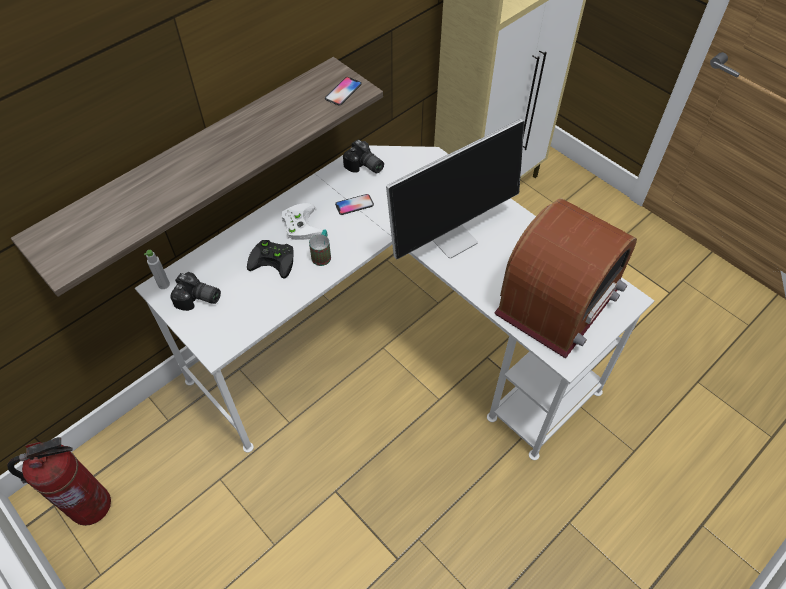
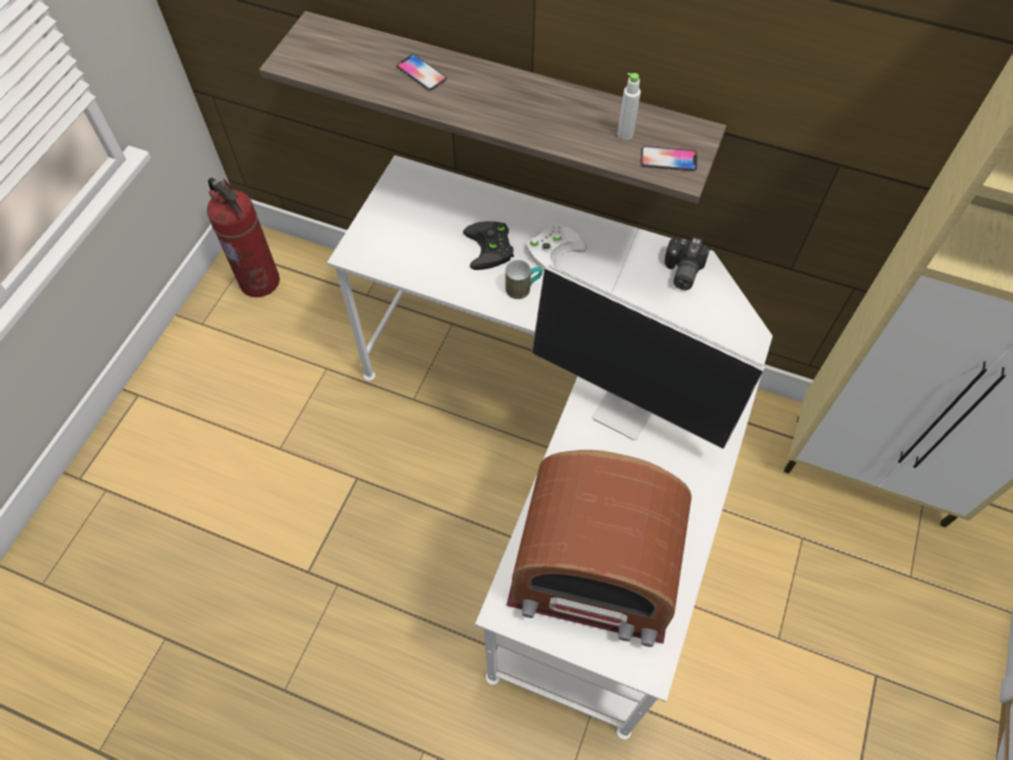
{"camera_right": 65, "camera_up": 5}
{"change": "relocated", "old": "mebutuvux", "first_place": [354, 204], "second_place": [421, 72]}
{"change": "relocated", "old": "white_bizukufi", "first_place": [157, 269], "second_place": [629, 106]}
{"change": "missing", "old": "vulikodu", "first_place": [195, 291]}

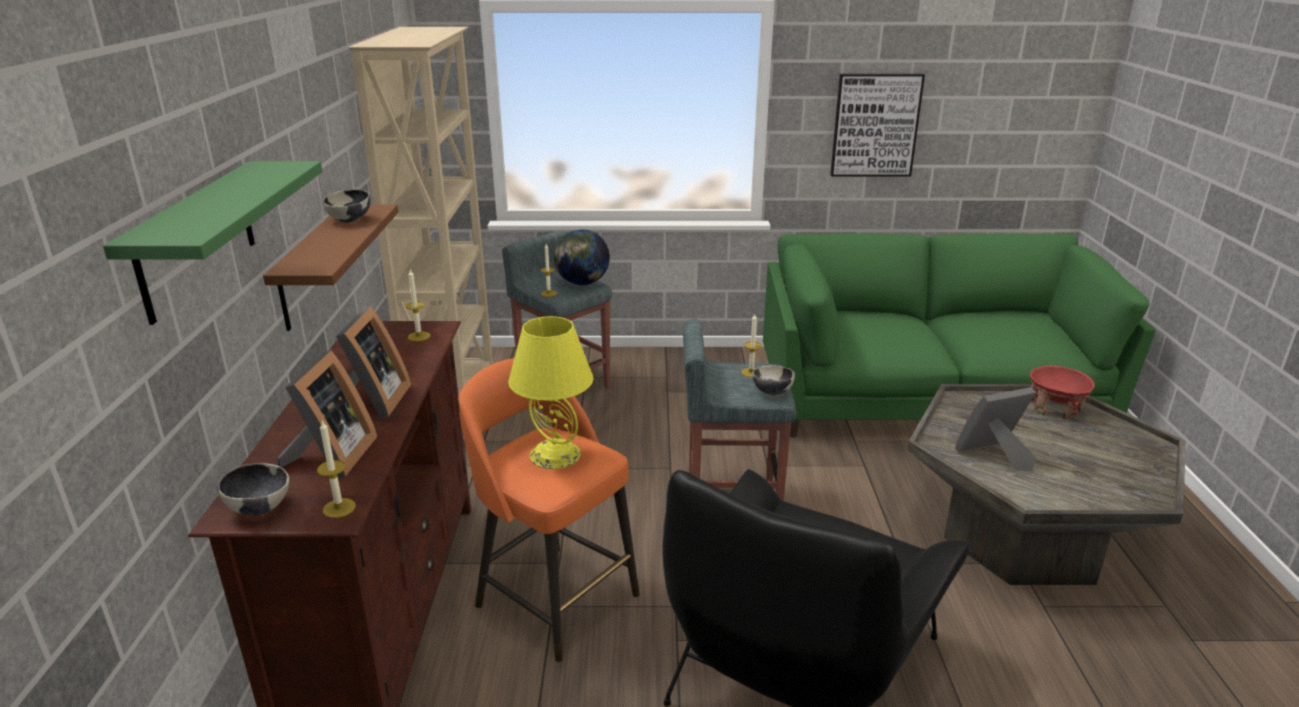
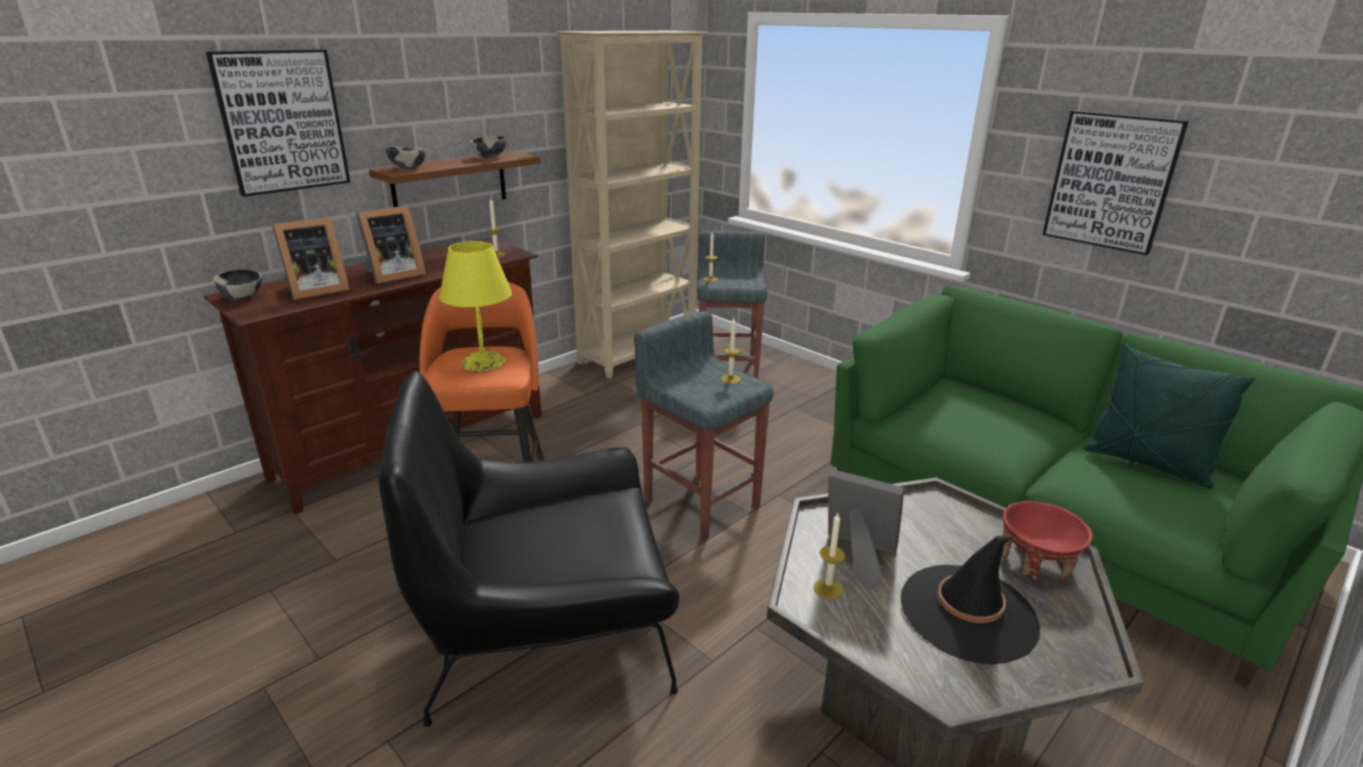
{"camera_right": 45, "camera_up": 0}
{"change": "exchanged", "old": "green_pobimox", "new": "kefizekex", "first_place": [212, 243], "second_place": [278, 123]}
{"change": "missing", "old": "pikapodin", "first_place": [582, 257]}
{"change": "relocated", "old": "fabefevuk", "first_place": [773, 380], "second_place": [406, 158]}
{"change": "relocated", "old": "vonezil", "first_place": [336, 469], "second_place": [829, 556]}
{"change": "appeared", "new": "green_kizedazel", "second_place": [1169, 416]}
{"change": "appeared", "new": "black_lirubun", "second_place": [970, 600]}

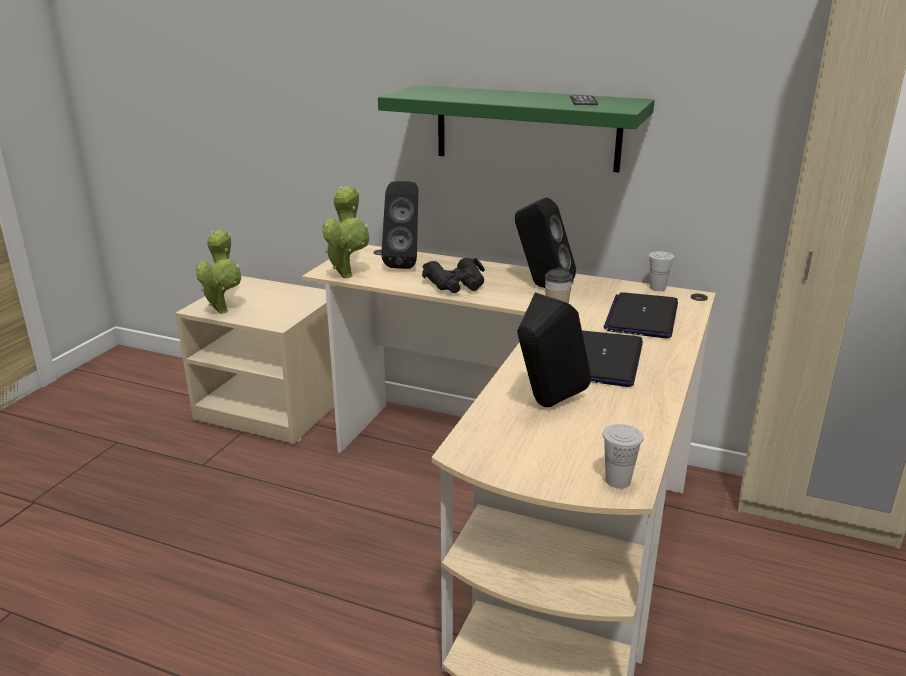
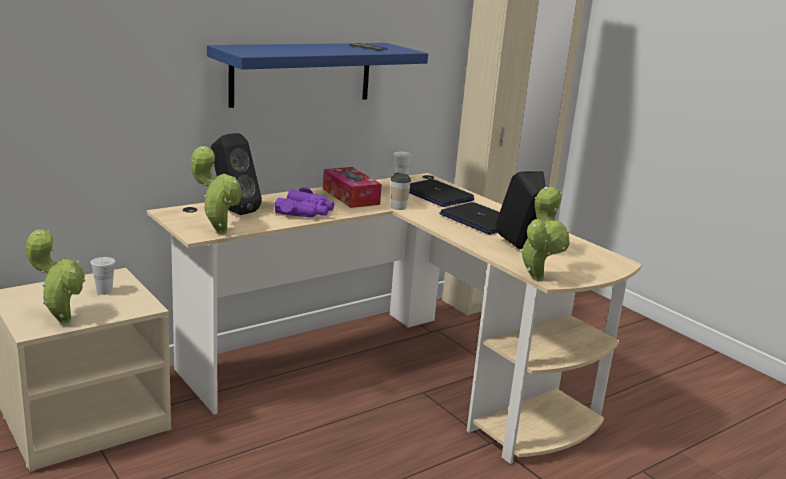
{"camera_right": -60, "camera_up": -5}
{"change": "colour", "old": "green_pobimox", "new": "blue_pobimox", "first_place": [516, 129], "second_place": [317, 75]}
{"change": "exchanged", "old": "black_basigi", "new": "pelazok", "first_place": [545, 242], "second_place": [352, 187]}
{"change": "colour", "old": "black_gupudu", "new": "purple_gupudu", "first_place": [453, 275], "second_place": [304, 202]}
{"change": "relocated", "old": "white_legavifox", "first_place": [623, 456], "second_place": [103, 276]}
{"change": "appeared", "new": "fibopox", "second_place": [545, 233]}

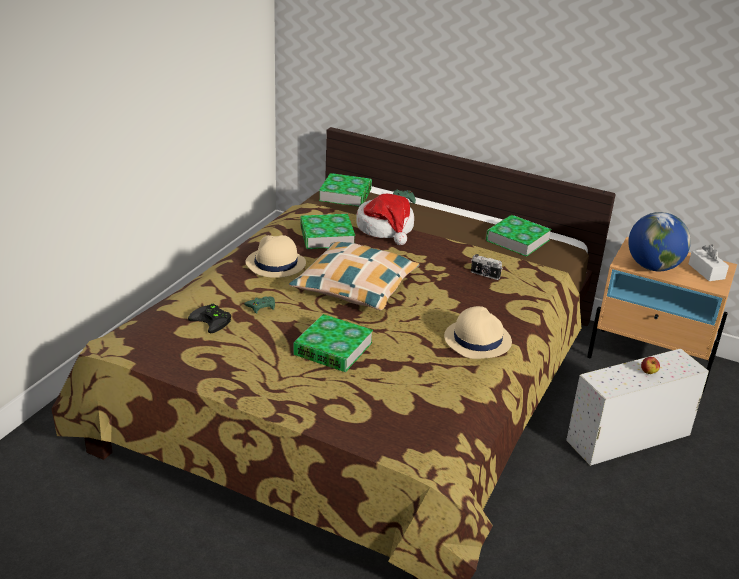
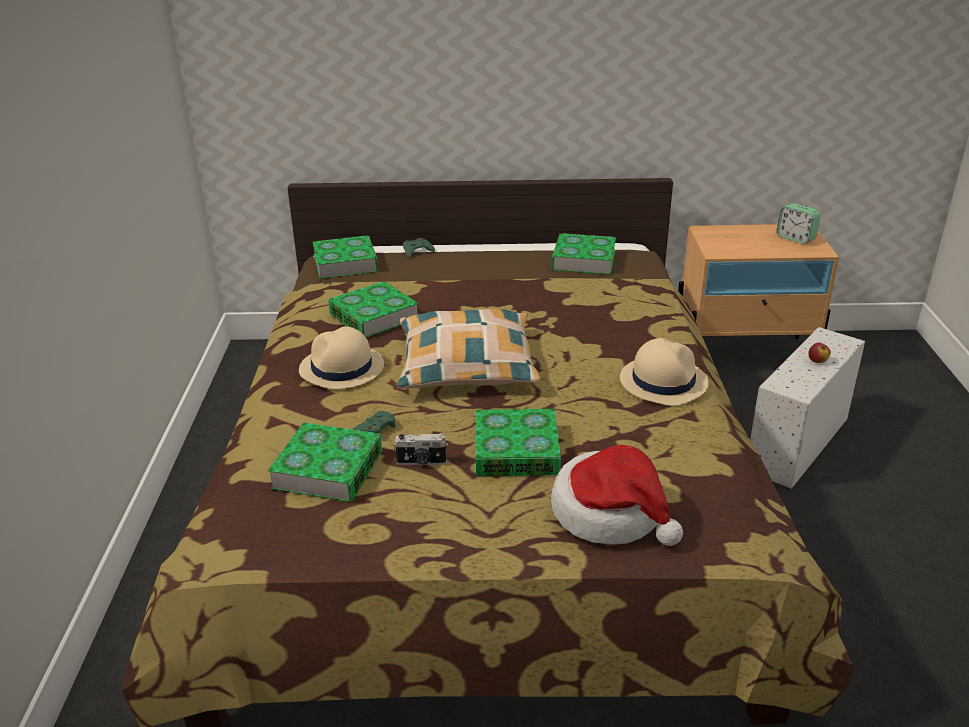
{"camera_right": -25, "camera_up": 0}
{"change": "relocated", "old": "lirubun", "first_place": [385, 219], "second_place": [617, 495]}
{"change": "missing", "old": "pikapodin", "first_place": [659, 241]}
{"change": "exchanged", "old": "white_pelazok", "new": "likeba", "first_place": [708, 262], "second_place": [799, 223]}
{"change": "relocated", "old": "vulikodu", "first_place": [486, 267], "second_place": [421, 449]}
{"change": "exchanged", "old": "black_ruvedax", "new": "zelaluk", "first_place": [209, 318], "second_place": [325, 462]}

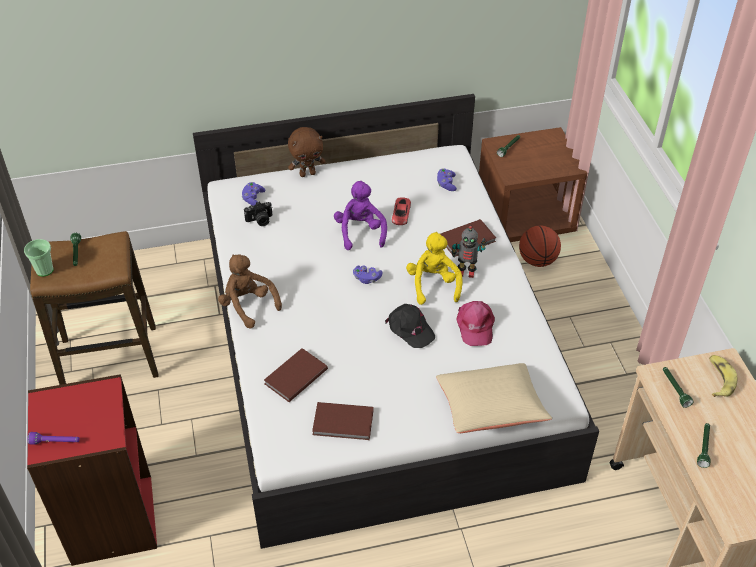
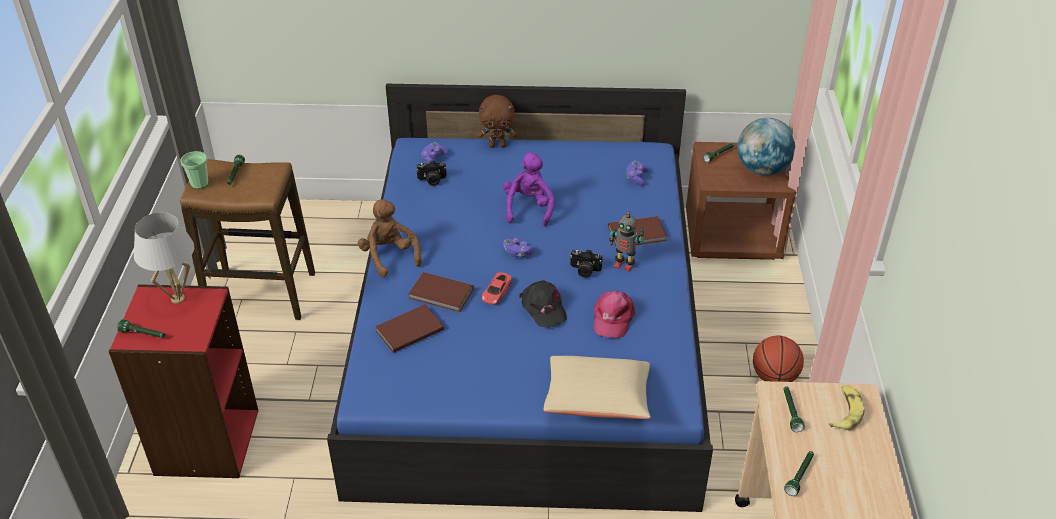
{"camera_right": 15, "camera_up": -5}
{"change": "colour", "old": "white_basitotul", "new": "blue_basitotul", "first_place": [396, 321], "second_place": [520, 298]}
{"change": "relocated", "old": "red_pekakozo", "first_place": [401, 211], "second_place": [497, 288]}
{"change": "relocated", "old": "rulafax", "first_place": [540, 246], "second_place": [778, 359]}
{"change": "exchanged", "old": "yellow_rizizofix", "new": "vulikodu", "first_place": [434, 268], "second_place": [586, 263]}
{"change": "relocated", "old": "brown_zelaluk", "first_place": [343, 421], "second_place": [441, 292]}
{"change": "colour", "old": "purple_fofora", "new": "green_fofora", "first_place": [54, 438], "second_place": [141, 328]}
{"change": "appeared", "new": "pikapodin", "second_place": [766, 147]}
{"change": "appeared", "new": "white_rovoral", "second_place": [164, 258]}

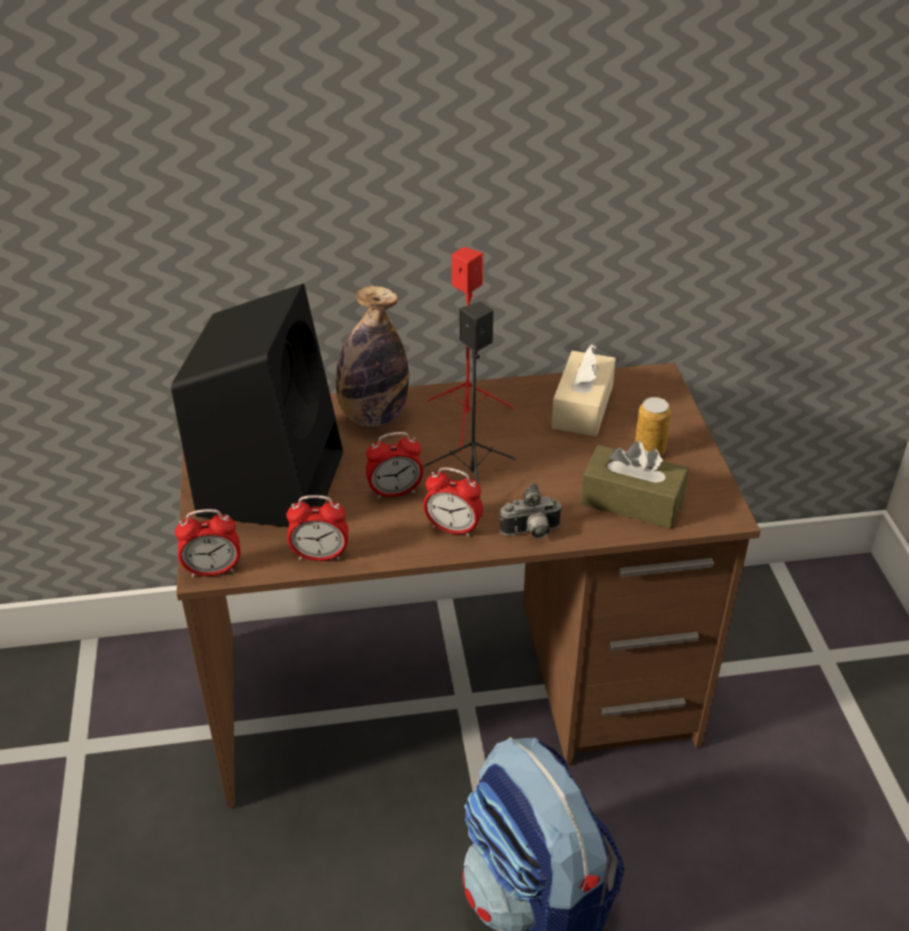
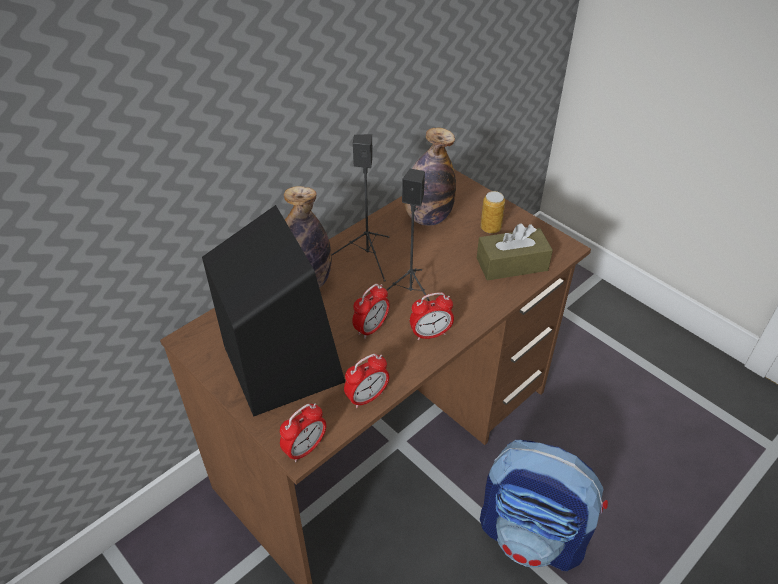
{"camera_right": -35, "camera_up": 5}
{"change": "colour", "old": "red_basigi", "new": "black_basigi", "first_place": [471, 350], "second_place": [360, 208]}
{"change": "exchanged", "old": "beige_pelazok", "new": "bizukufi", "first_place": [583, 389], "second_place": [430, 177]}
{"change": "missing", "old": "vulikodu", "first_place": [531, 510]}

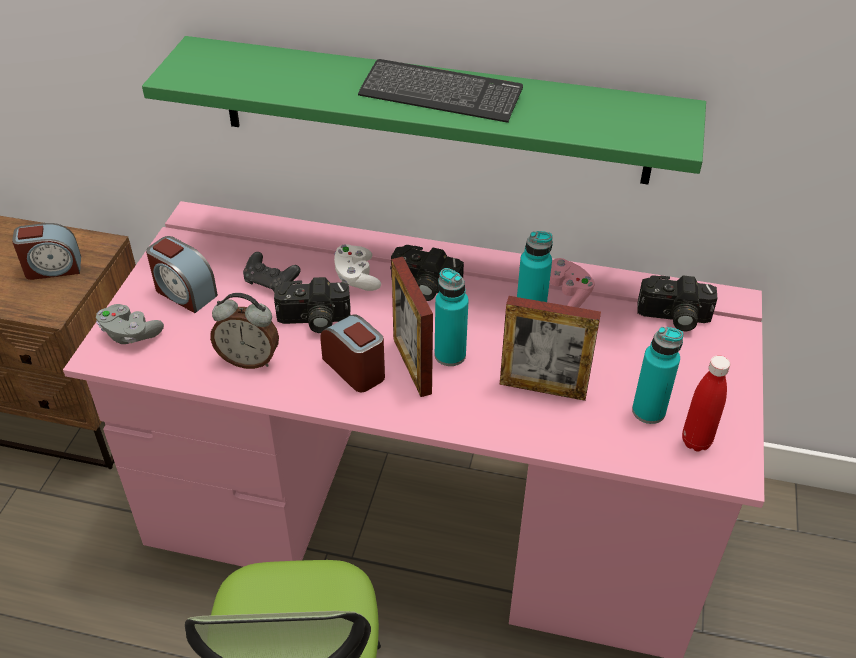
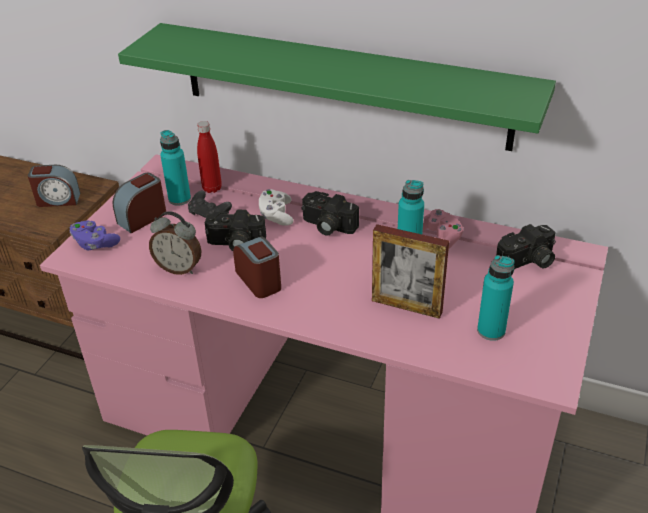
{"camera_right": 10, "camera_up": -5}
{"change": "missing", "old": "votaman", "first_place": [440, 91]}
{"change": "spun", "old": "likeba", "first_place": [182, 274], "second_place": [139, 203], "degrees": 90}
{"change": "missing", "old": "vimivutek", "first_place": [412, 327]}
{"change": "relocated", "old": "turquoise_bizukufi", "first_place": [452, 317], "second_place": [175, 168]}
{"change": "spun", "old": "vulikodu", "first_place": [677, 303], "second_place": [526, 246], "degrees": -45}
{"change": "colour", "old": "grey_ruvedax", "new": "purple_ruvedax", "first_place": [130, 324], "second_place": [95, 235]}
{"change": "relocated", "old": "red_bizukufi", "first_place": [706, 403], "second_place": [209, 157]}

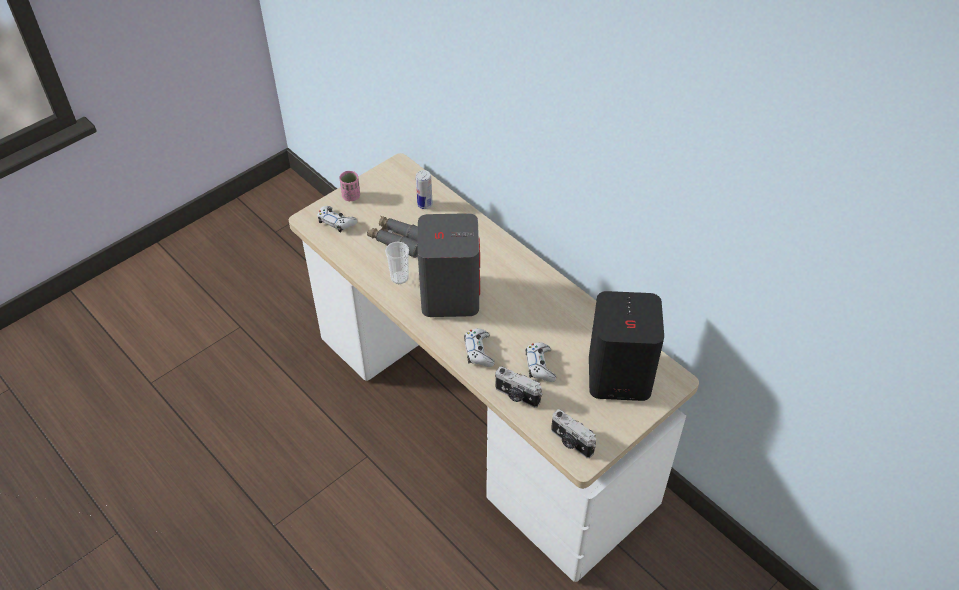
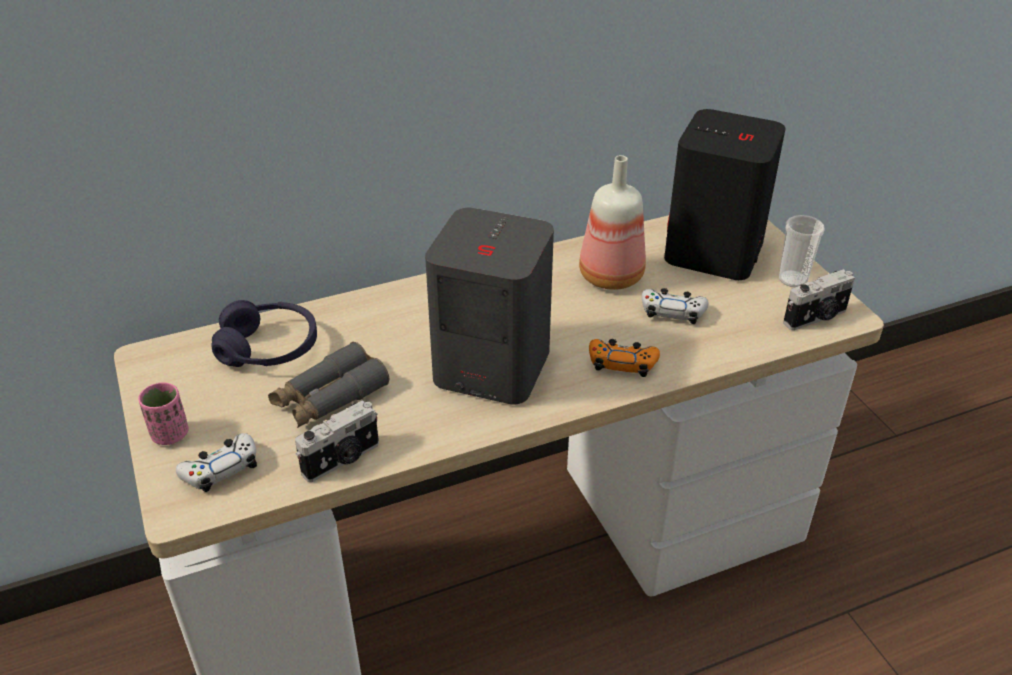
{"camera_right": -70, "camera_up": -10}
{"change": "exchanged", "old": "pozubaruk", "new": "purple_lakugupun", "first_place": [424, 189], "second_place": [264, 333]}
{"change": "relocated", "old": "legavifox", "first_place": [397, 263], "second_place": [802, 251]}
{"change": "colour", "old": "white_ruvedax", "new": "orange_ruvedax", "first_place": [479, 348], "second_place": [624, 358]}
{"change": "relocated", "old": "vulikodu", "first_place": [518, 387], "second_place": [337, 441]}
{"change": "appeared", "new": "bizukufi", "second_place": [612, 222]}

